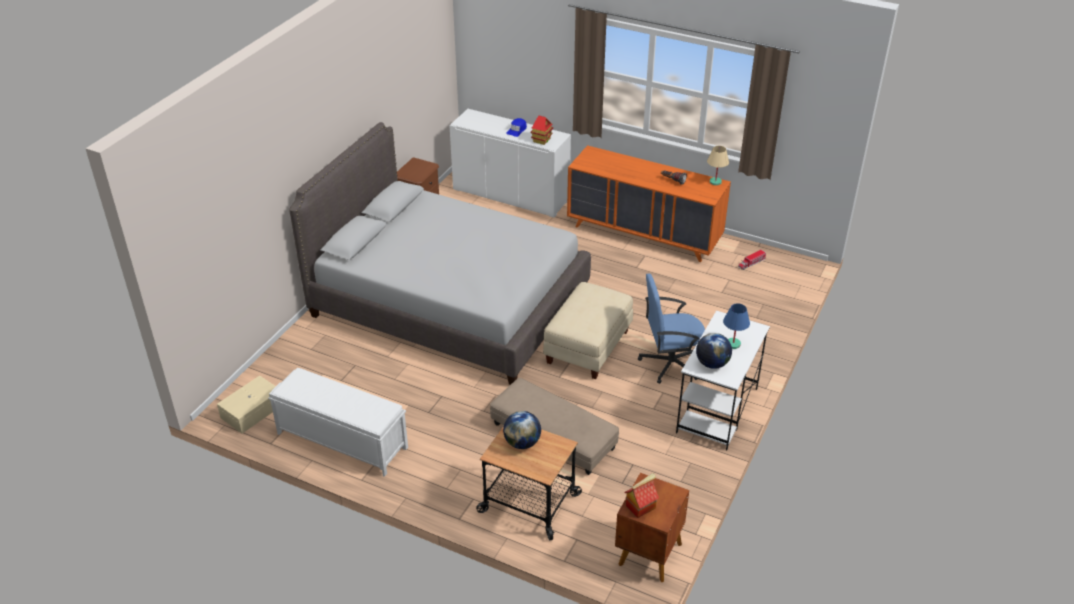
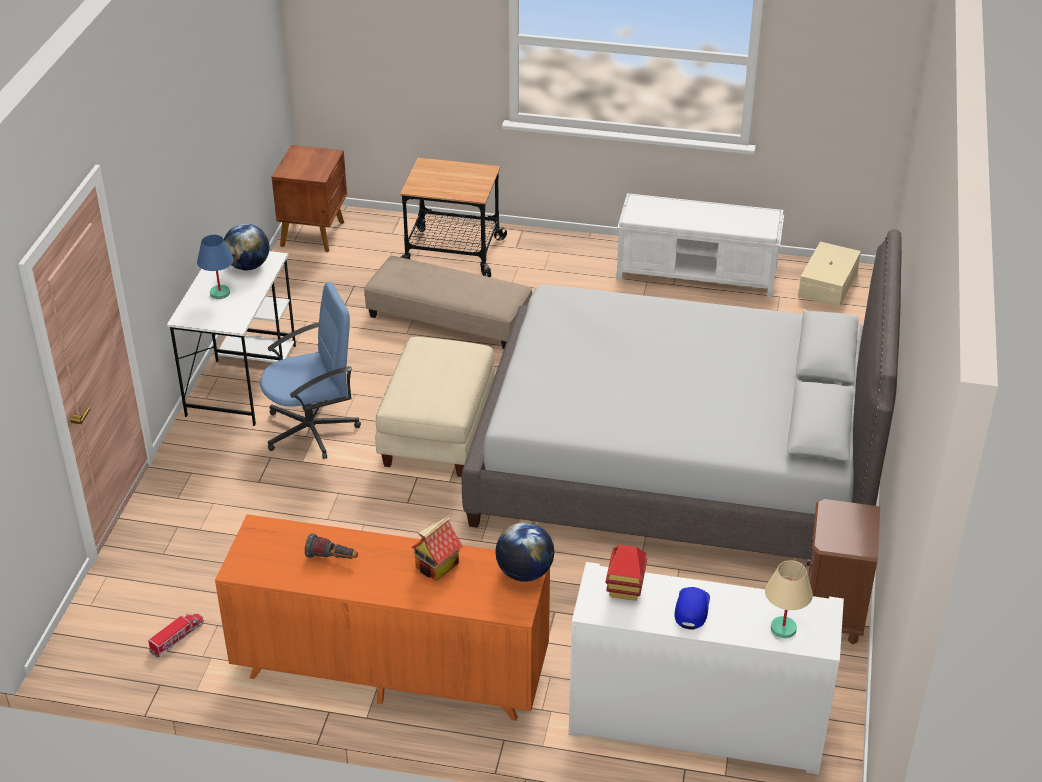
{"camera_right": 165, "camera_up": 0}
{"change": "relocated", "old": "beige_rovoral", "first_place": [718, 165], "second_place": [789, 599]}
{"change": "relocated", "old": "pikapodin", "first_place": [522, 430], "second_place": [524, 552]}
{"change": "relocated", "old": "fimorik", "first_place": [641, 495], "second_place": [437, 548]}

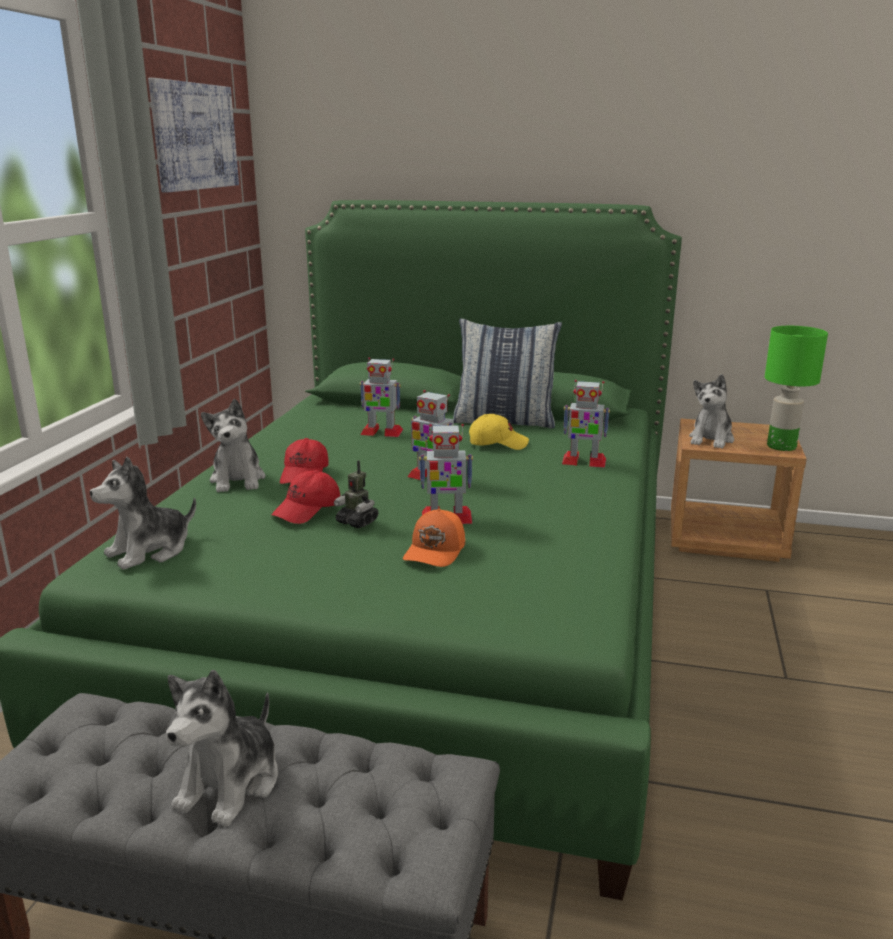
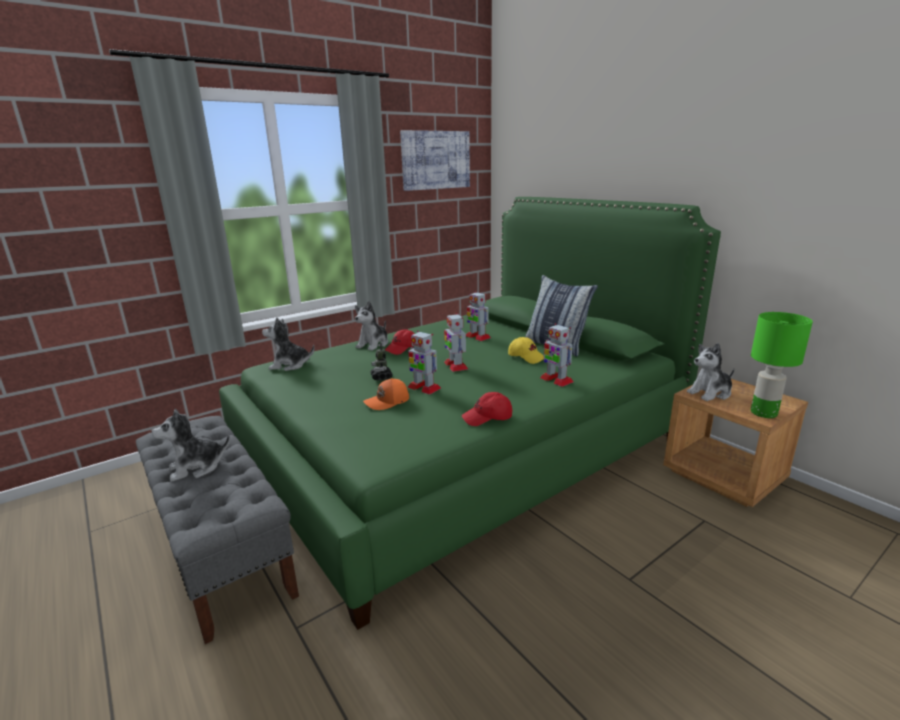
{"camera_right": 40, "camera_up": 0}
{"change": "relocated", "old": "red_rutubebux", "first_place": [306, 497], "second_place": [487, 409]}

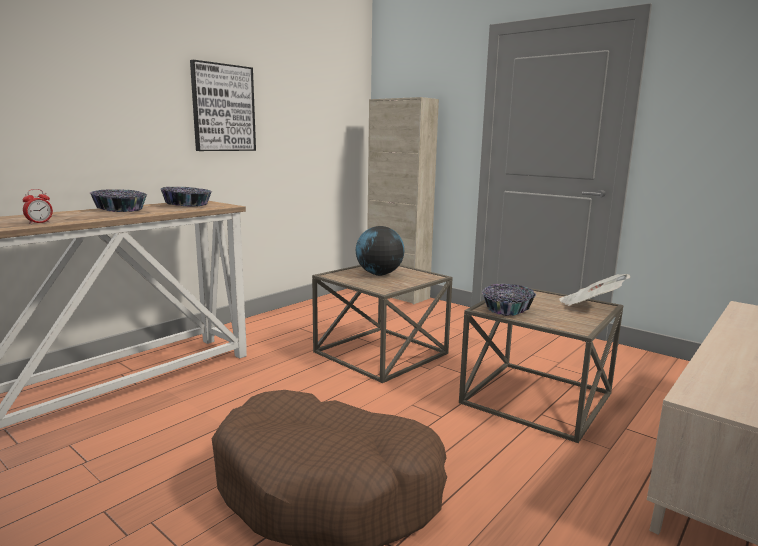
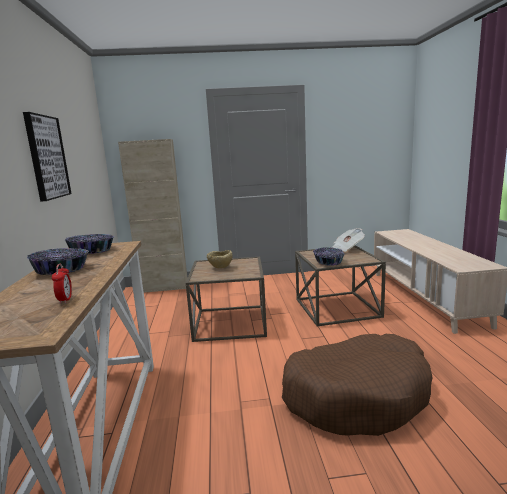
{"camera_right": -45, "camera_up": 0}
{"change": "exchanged", "old": "pikapodin", "new": "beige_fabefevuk", "first_place": [380, 251], "second_place": [220, 259]}

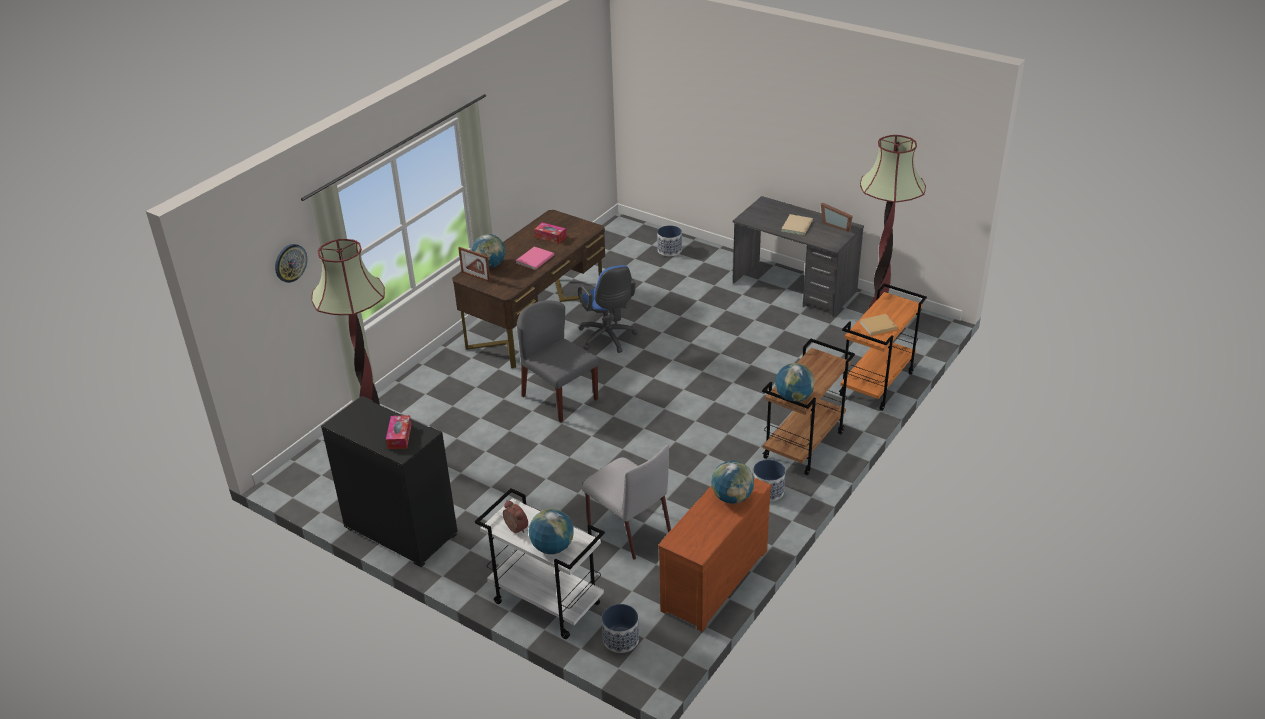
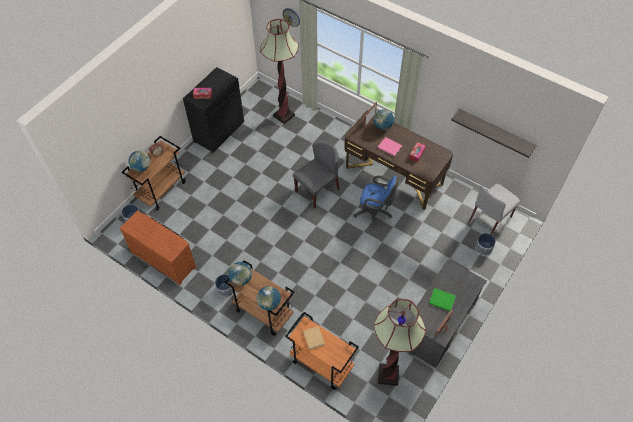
{"camera_right": 90, "camera_up": 20}
{"change": "colour", "old": "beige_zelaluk", "new": "green_zelaluk", "first_place": [797, 224], "second_place": [442, 299]}
{"change": "spun", "old": "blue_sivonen", "first_place": [608, 309], "second_place": [375, 201], "degrees": -135}
{"change": "relocated", "old": "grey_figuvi", "first_place": [626, 502], "second_place": [494, 209]}
{"change": "relocated", "old": "pikapodin", "first_place": [732, 482], "second_place": [269, 298]}
{"change": "colour", "old": "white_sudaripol", "new": "brown_sudaripol", "first_place": [540, 563], "second_place": [154, 173]}
{"change": "appeared", "new": "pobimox", "second_place": [494, 133]}

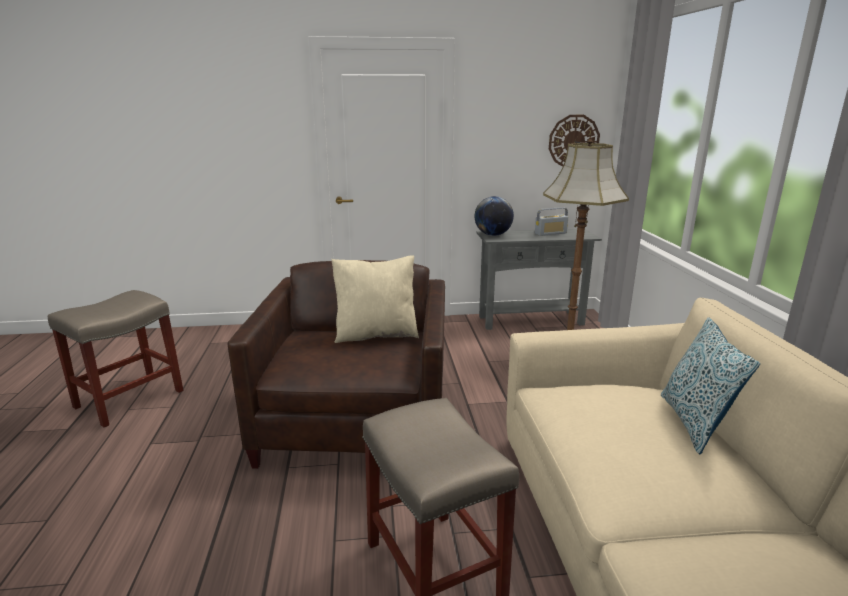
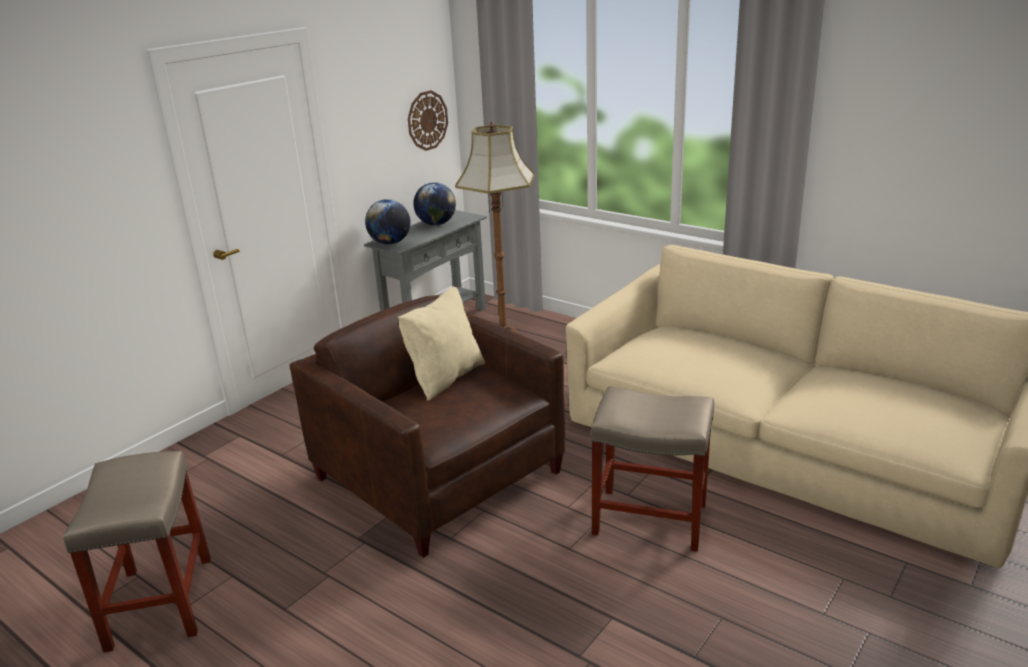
{"camera_right": -45, "camera_up": 5}
{"change": "exchanged", "old": "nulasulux", "new": "pikapodin", "first_place": [551, 221], "second_place": [434, 203]}
{"change": "missing", "old": "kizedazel", "first_place": [710, 385]}

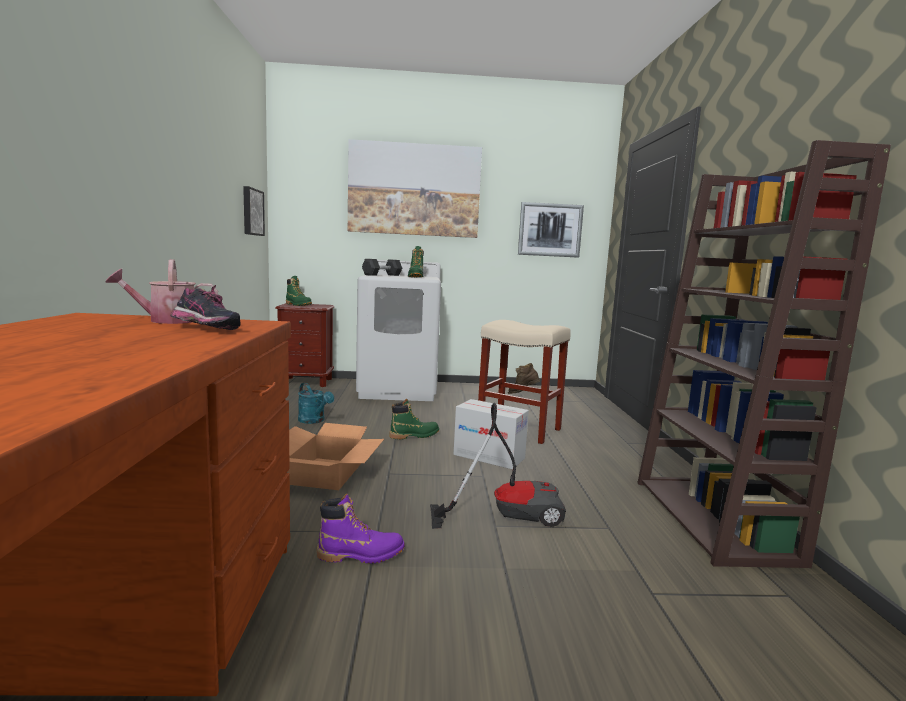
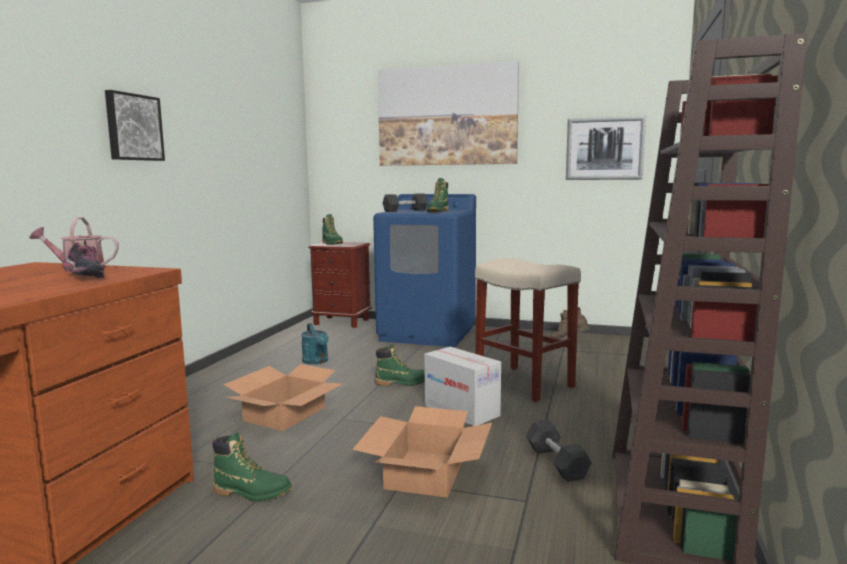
{"camera_right": 20, "camera_up": 0}
{"change": "relocated", "old": "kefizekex", "first_place": [254, 211], "second_place": [135, 125]}
{"change": "colour", "old": "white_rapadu", "new": "blue_rapadu", "first_place": [398, 330], "second_place": [424, 270]}
{"change": "exchanged", "old": "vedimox", "new": "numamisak", "first_place": [498, 466], "second_place": [422, 452]}
{"change": "colour", "old": "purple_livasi", "new": "green_livasi", "first_place": [361, 529], "second_place": [252, 467]}
{"change": "appeared", "new": "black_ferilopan", "second_place": [559, 451]}

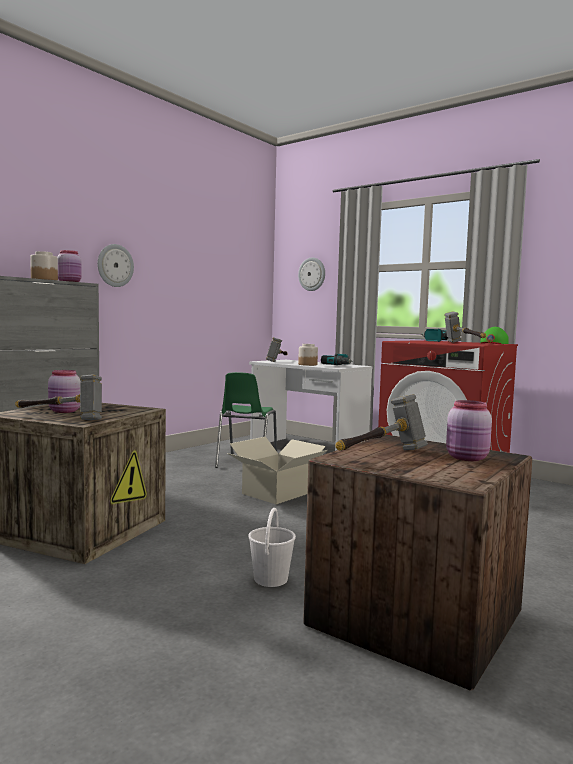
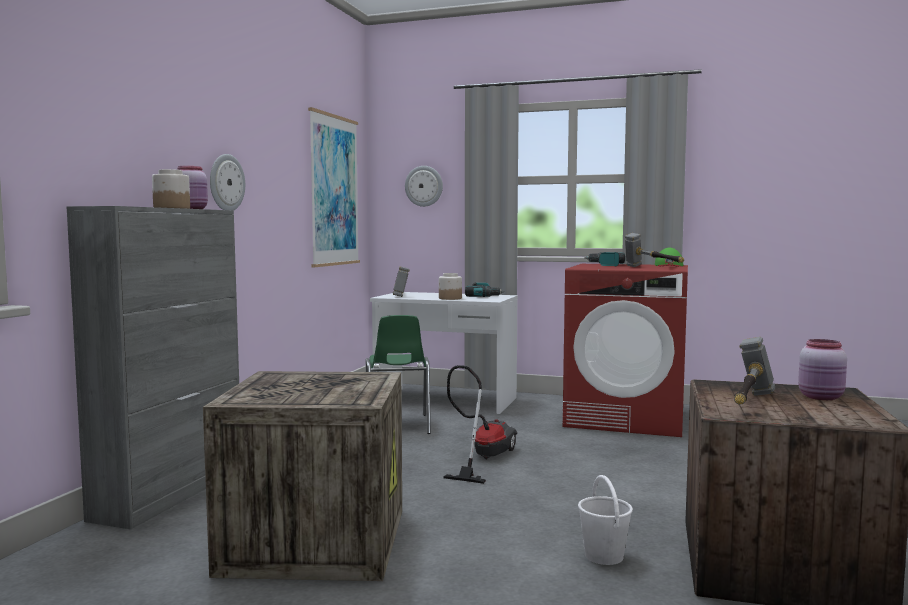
{"camera_right": -20, "camera_up": 0}
{"change": "missing", "old": "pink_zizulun", "first_place": [64, 391]}
{"change": "missing", "old": "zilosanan", "first_place": [58, 397]}
{"change": "exchanged", "old": "numamisak", "new": "vedimox", "first_place": [277, 470], "second_place": [480, 424]}
{"change": "appeared", "new": "kefizekex", "second_place": [334, 187]}

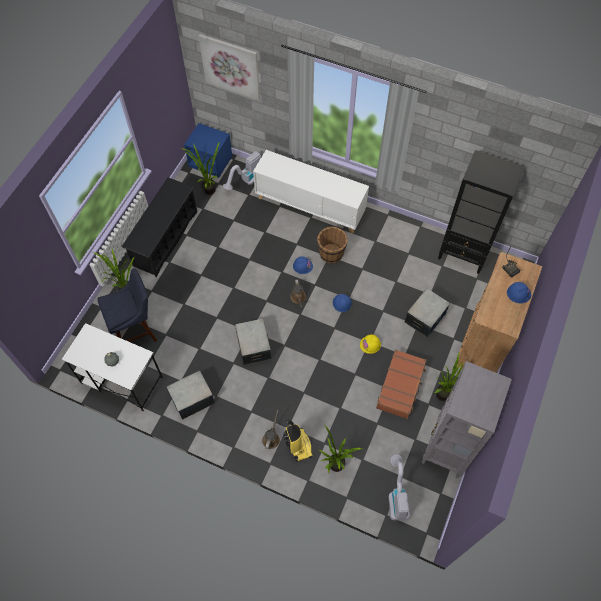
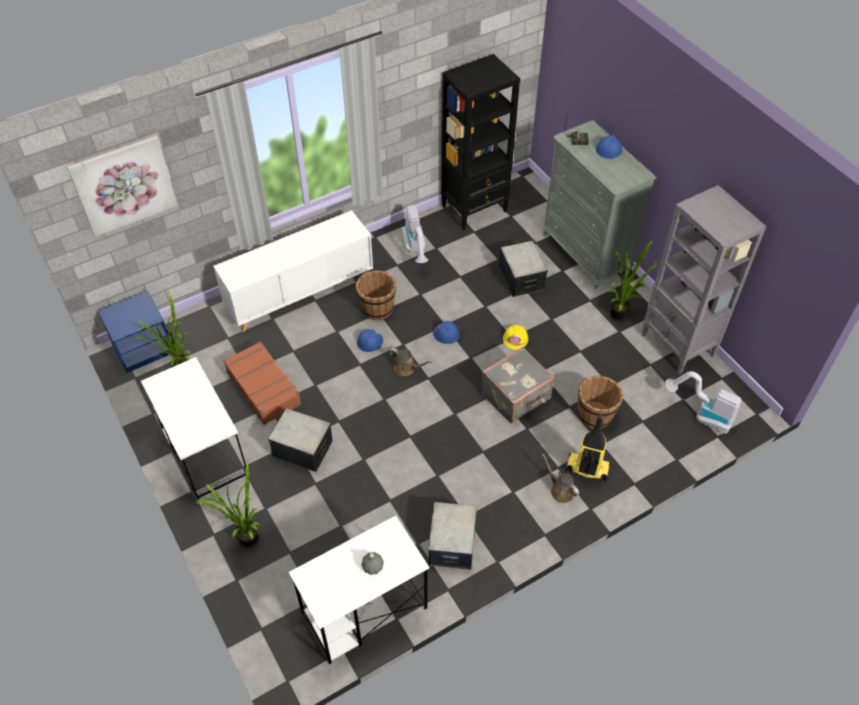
{"camera_right": -55, "camera_up": -10}
{"change": "relocated", "old": "vedimox", "first_place": [242, 170], "second_place": [415, 234]}
{"change": "exchanged", "old": "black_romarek", "new": "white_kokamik", "first_place": [159, 227], "second_place": [193, 428]}
{"change": "colour", "old": "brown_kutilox", "new": "grey_kutilox", "first_place": [499, 312], "second_place": [599, 205]}
{"change": "missing", "old": "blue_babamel", "first_place": [127, 305]}
{"change": "relocated", "old": "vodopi", "first_place": [253, 341], "second_place": [300, 440]}
{"change": "relocated", "old": "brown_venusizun", "first_place": [401, 384], "second_place": [262, 383]}
{"change": "missing", "old": "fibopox", "first_place": [341, 449]}
{"change": "appeared", "new": "grey_venusizun", "second_place": [518, 385]}
{"change": "appeared", "new": "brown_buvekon", "second_place": [600, 402]}

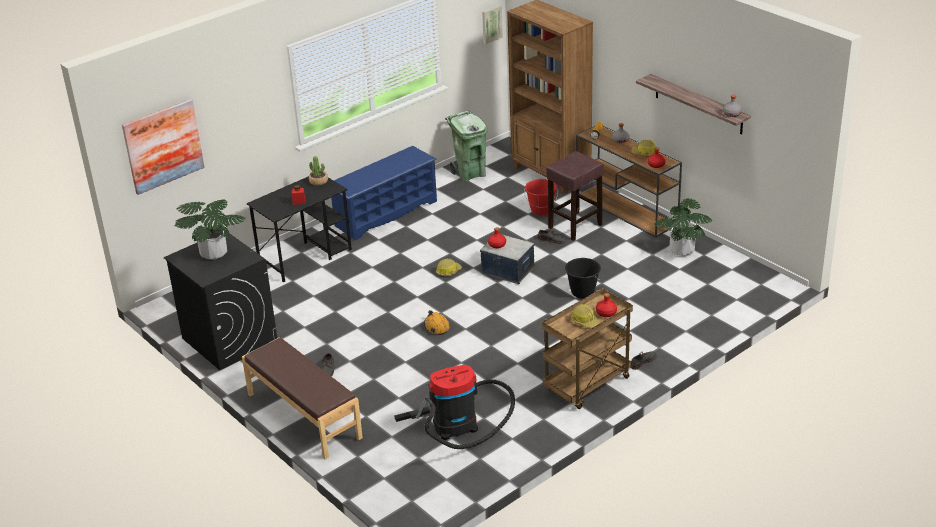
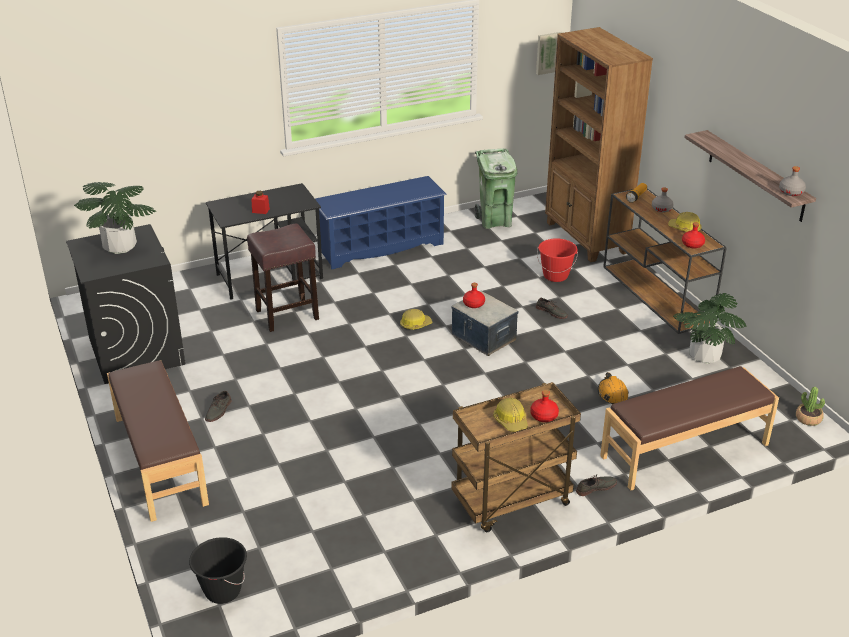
{"camera_right": 15, "camera_up": 0}
{"change": "missing", "old": "kefizekex", "first_place": [163, 147]}
{"change": "relocated", "old": "brown_babamel", "first_place": [575, 196], "second_place": [283, 277]}
{"change": "relocated", "old": "fibopox", "first_place": [318, 170], "second_place": [810, 406]}
{"change": "relocated", "old": "black_buvekon", "first_place": [583, 278], "second_place": [218, 570]}
{"change": "relocated", "old": "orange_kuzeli", "first_place": [437, 322], "second_place": [613, 388]}
{"change": "missing", "old": "vedimox", "first_place": [454, 407]}
{"change": "appeared", "new": "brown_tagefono", "second_place": [689, 428]}

